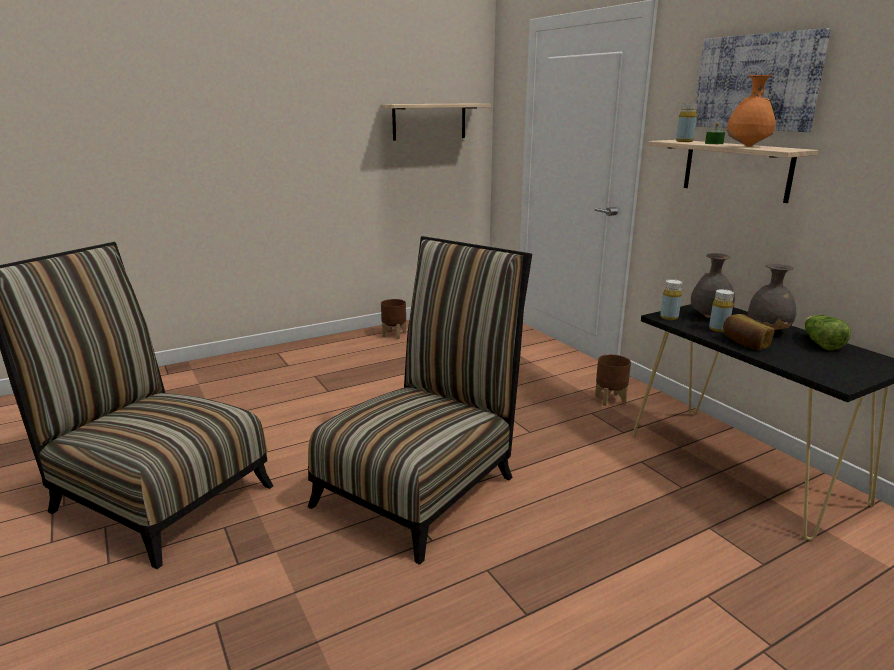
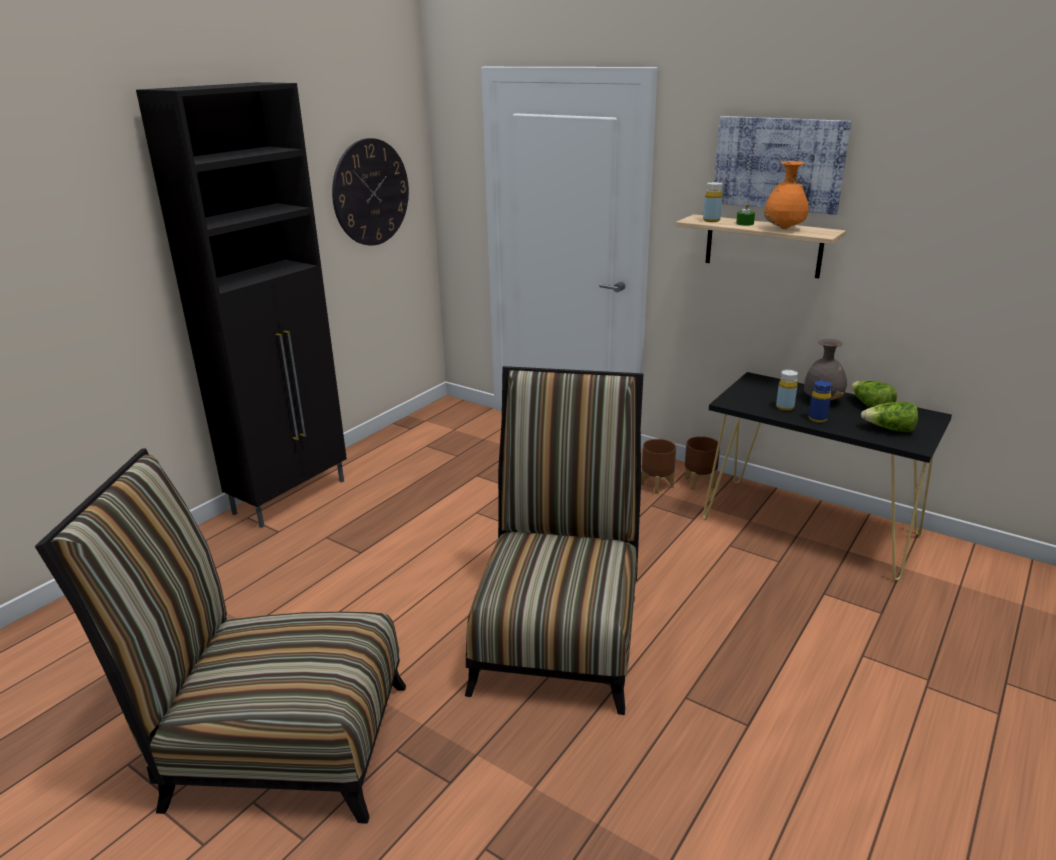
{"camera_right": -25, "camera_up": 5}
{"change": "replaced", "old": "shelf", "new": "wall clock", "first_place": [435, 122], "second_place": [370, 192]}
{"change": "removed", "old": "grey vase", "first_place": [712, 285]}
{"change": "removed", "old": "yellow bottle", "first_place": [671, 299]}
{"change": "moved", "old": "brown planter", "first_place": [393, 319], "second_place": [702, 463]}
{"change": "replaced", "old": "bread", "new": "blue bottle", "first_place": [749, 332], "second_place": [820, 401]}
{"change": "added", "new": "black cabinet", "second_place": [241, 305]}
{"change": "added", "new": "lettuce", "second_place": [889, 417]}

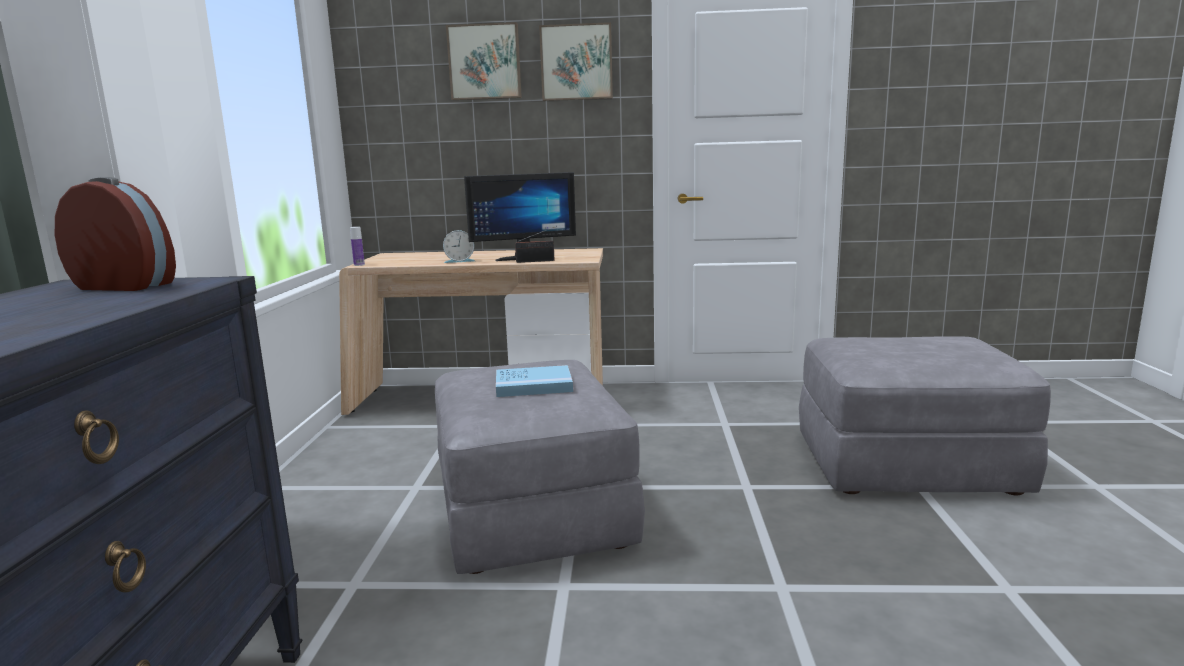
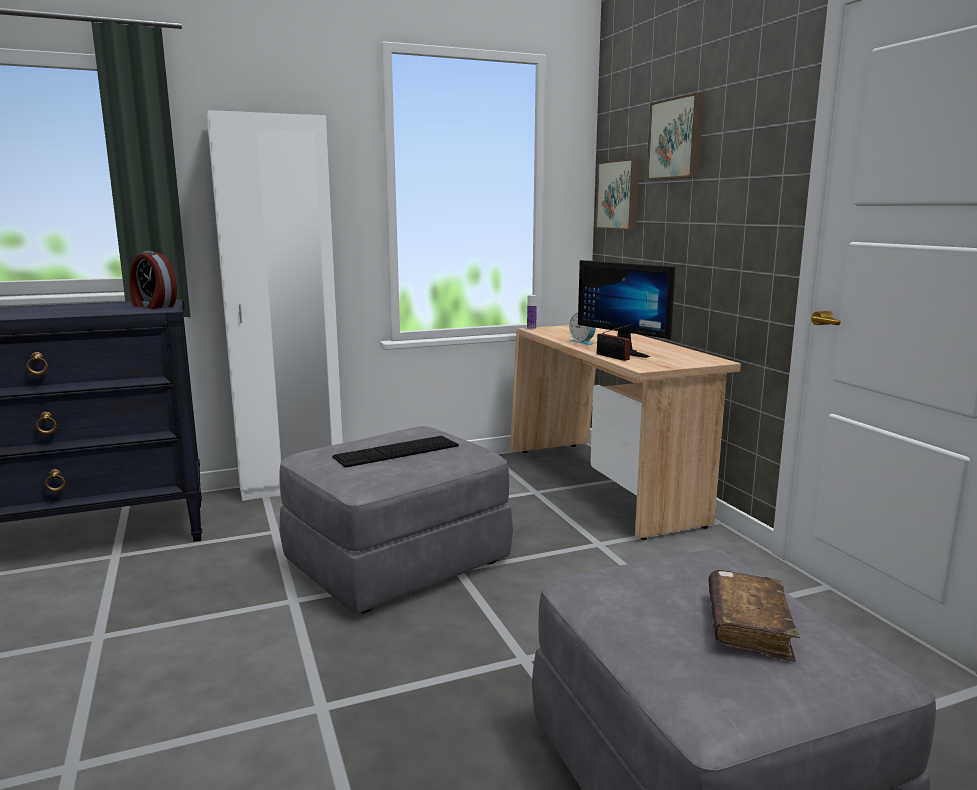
{"camera_right": 65, "camera_up": 0}
{"change": "moved", "old": "picture", "first_place": [576, 61], "second_place": [617, 194]}
{"change": "turned", "old": "alarm clock", "first_place": [115, 234], "second_place": [153, 280], "degrees": 135}
{"change": "replaced", "old": "blue book", "new": "keyboard", "first_place": [534, 381], "second_place": [395, 452]}
{"change": "added", "new": "brown book", "second_place": [754, 616]}

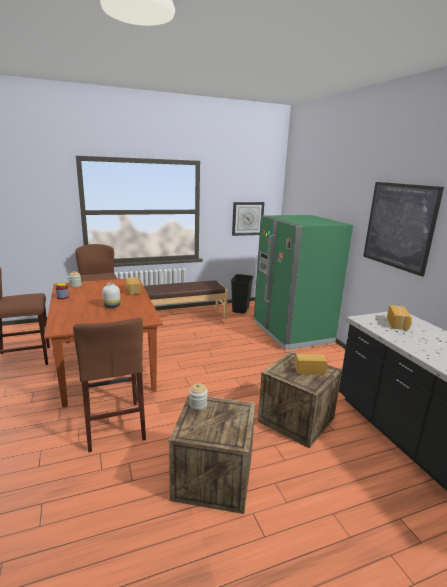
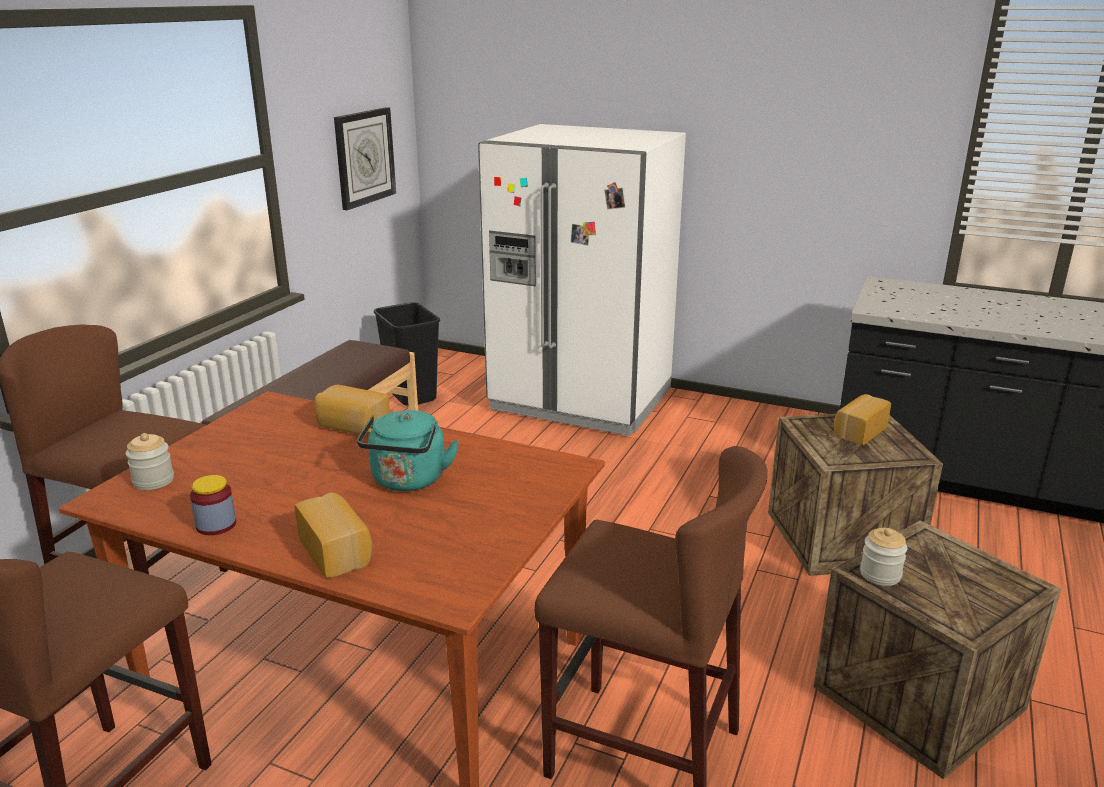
{"camera_right": -45, "camera_up": 5}
{"change": "removed", "old": "picture", "first_place": [403, 229]}
{"change": "recoloured", "old": "green fridge", "new": "white fridge", "first_place": [303, 282], "second_place": [582, 280]}
{"change": "replaced", "old": "white vase", "new": "turquoise kettle", "first_place": [111, 295], "second_place": [408, 450]}
{"change": "moved", "old": "bread", "first_place": [399, 317], "second_place": [333, 535]}

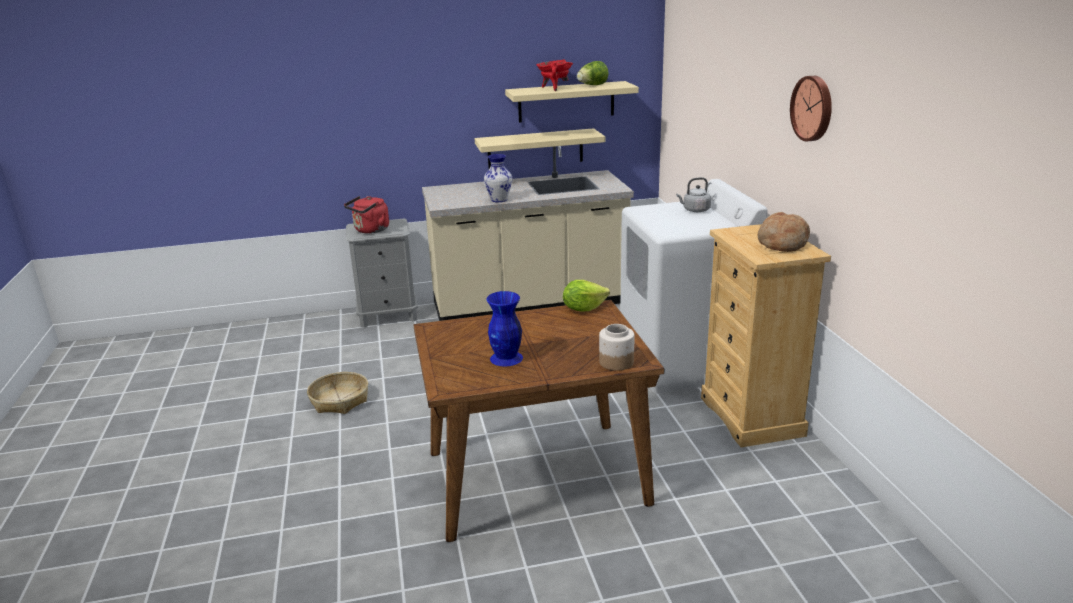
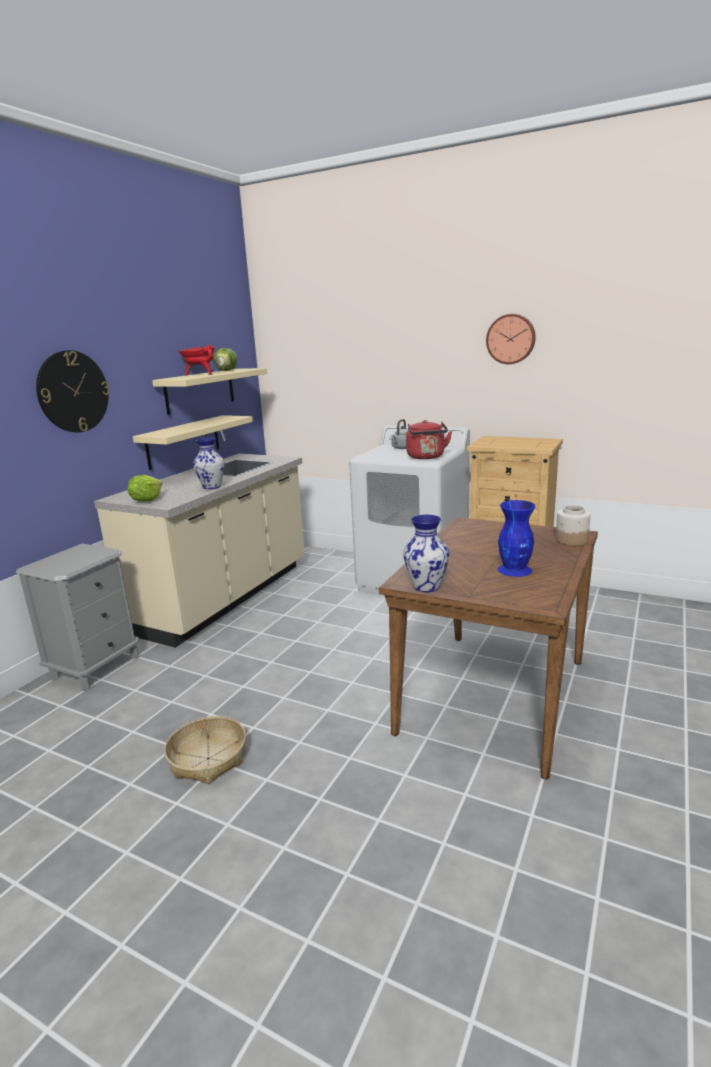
{"camera_right": -50, "camera_up": -5}
{"change": "moved", "old": "red kettle", "first_place": [366, 215], "second_place": [429, 439]}
{"change": "removed", "old": "bread", "first_place": [784, 232]}
{"change": "moved", "old": "lettuce", "first_place": [586, 296], "second_place": [144, 488]}
{"change": "added", "new": "wall clock", "second_place": [73, 391]}
{"change": "added", "new": "vase", "second_place": [426, 553]}

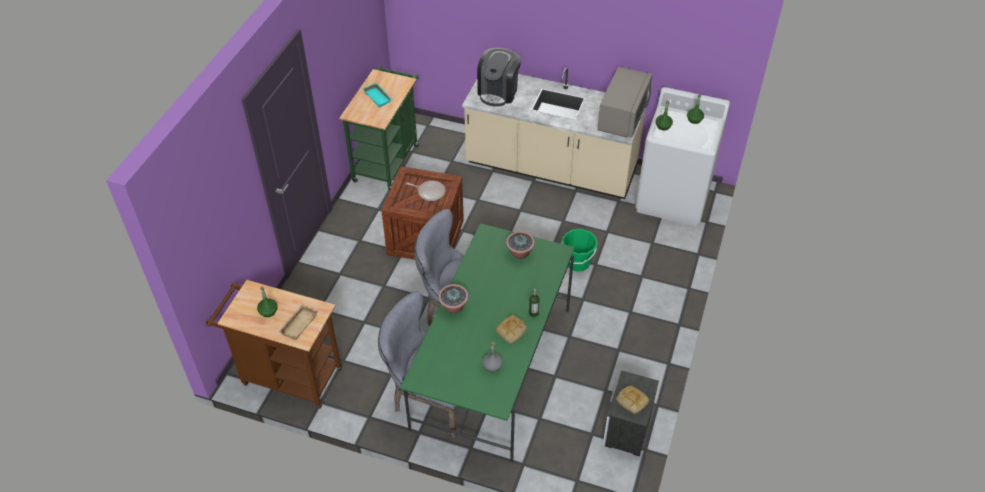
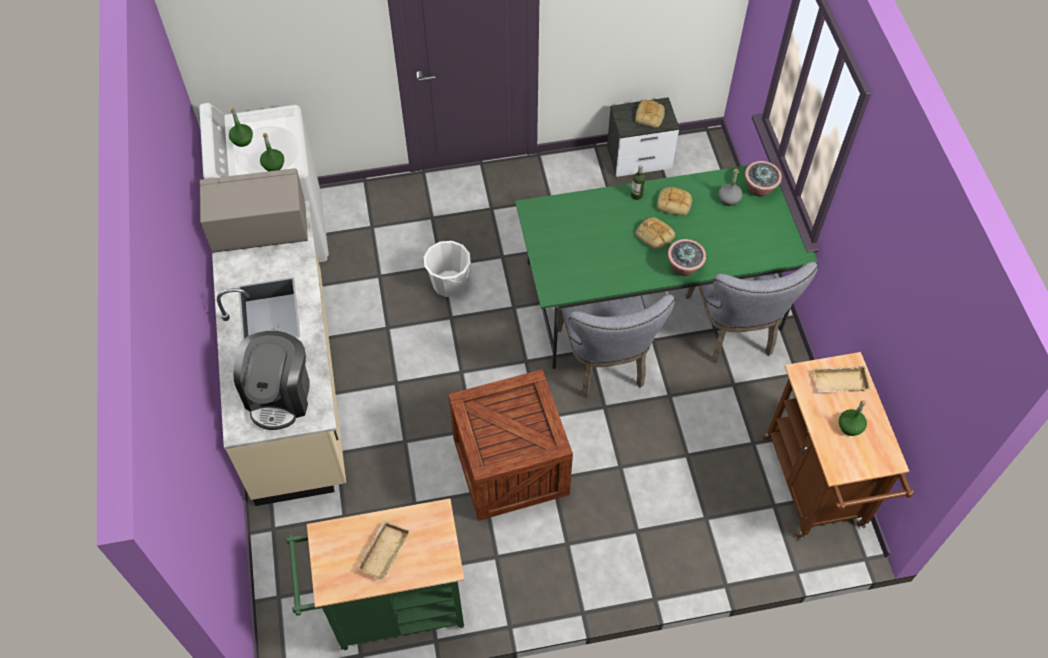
{"camera_right": -120, "camera_up": 10}
{"change": "turned", "old": "coffee machine", "first_place": [499, 77], "second_place": [272, 380], "degrees": 105}
{"change": "recoloured", "old": "turquoise tray", "new": "beige tray", "first_place": [377, 95], "second_place": [383, 550]}
{"change": "removed", "old": "frying pan", "first_place": [425, 191]}
{"change": "recoloured", "old": "green bucket", "new": "white bucket", "first_place": [579, 250], "second_place": [447, 269]}
{"change": "moved", "old": "potted plant", "first_place": [520, 245], "second_place": [763, 179]}
{"change": "added", "new": "bread", "second_place": [655, 233]}

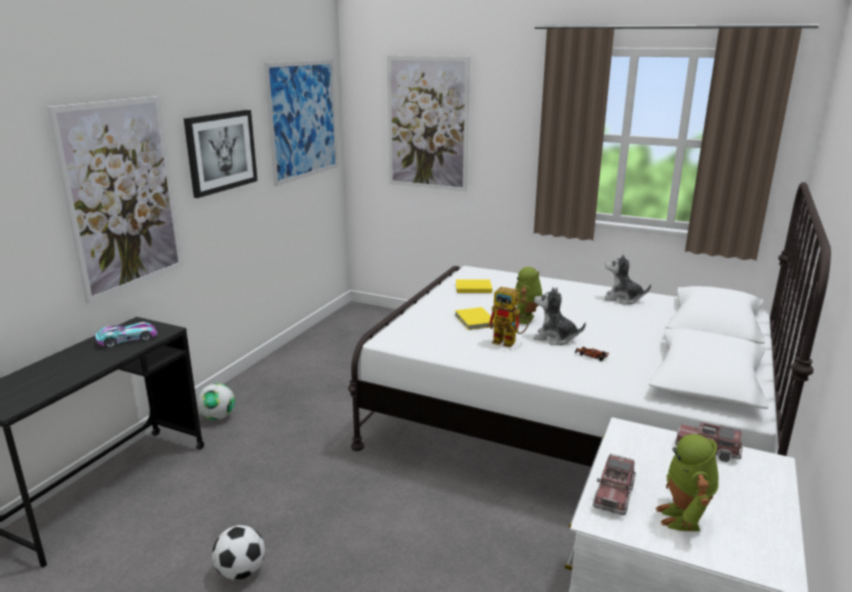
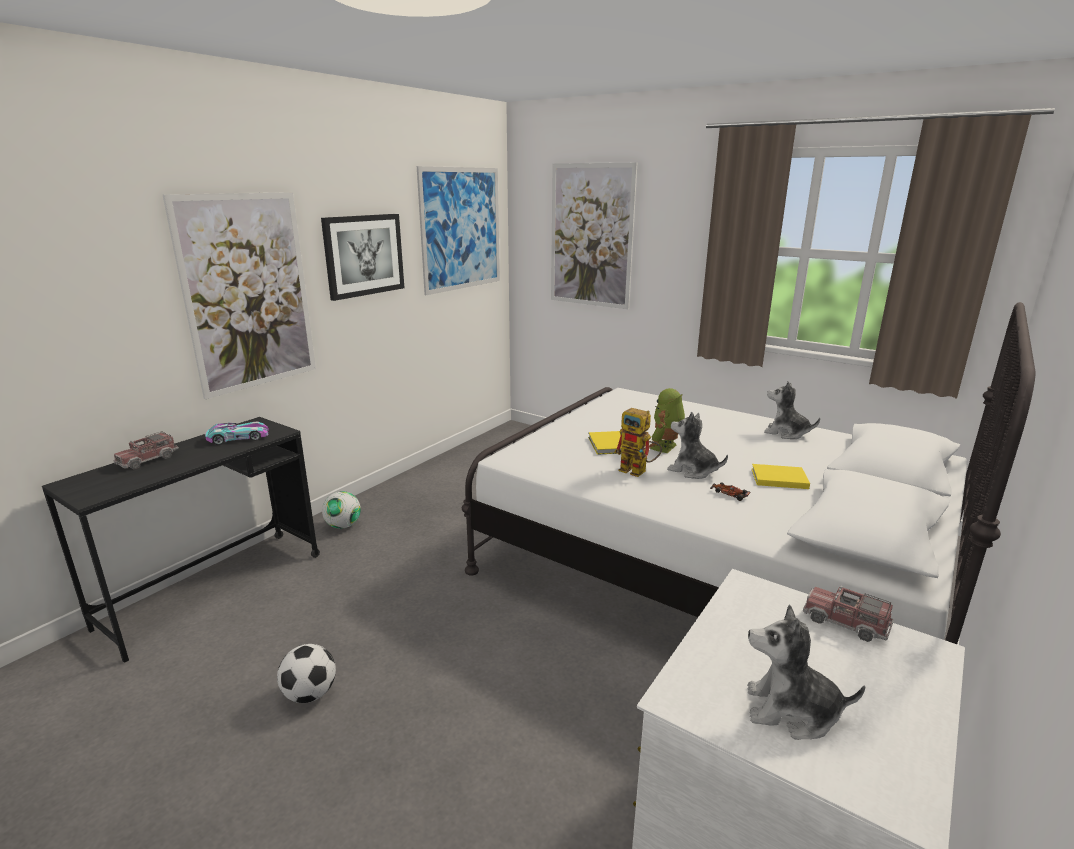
{"camera_right": 10, "camera_up": 0}
{"change": "moved", "old": "yellow book", "first_place": [474, 286], "second_place": [781, 476]}
{"change": "replaced", "old": "toy robot", "new": "plush toy", "first_place": [687, 482], "second_place": [806, 672]}
{"change": "moved", "old": "toy truck", "first_place": [614, 485], "second_place": [146, 450]}

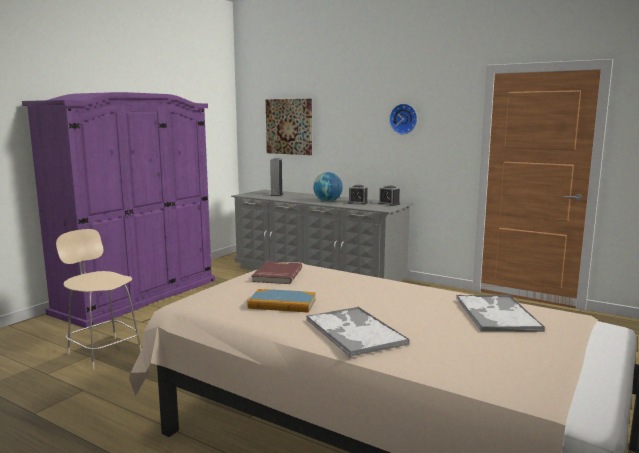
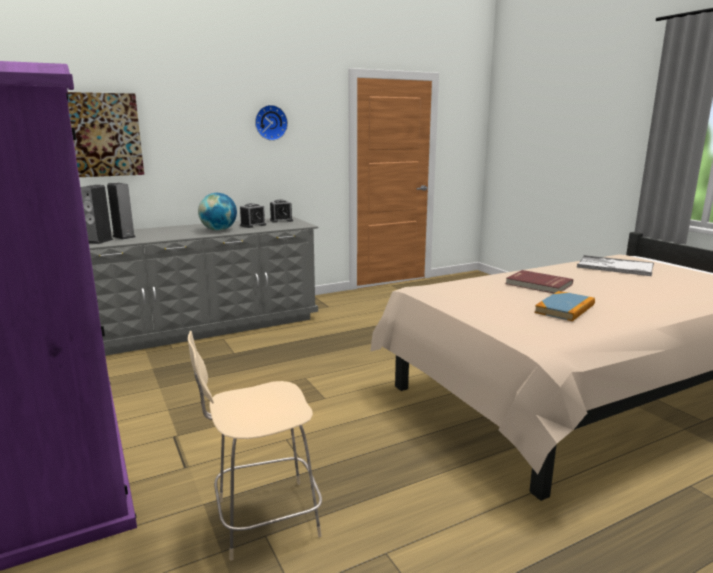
{"camera_right": -60, "camera_up": 5}
{"change": "moved", "old": "red book", "first_place": [277, 273], "second_place": [539, 281]}
{"change": "removed", "old": "tray", "first_place": [358, 332]}
{"change": "added", "new": "speaker", "second_place": [97, 214]}

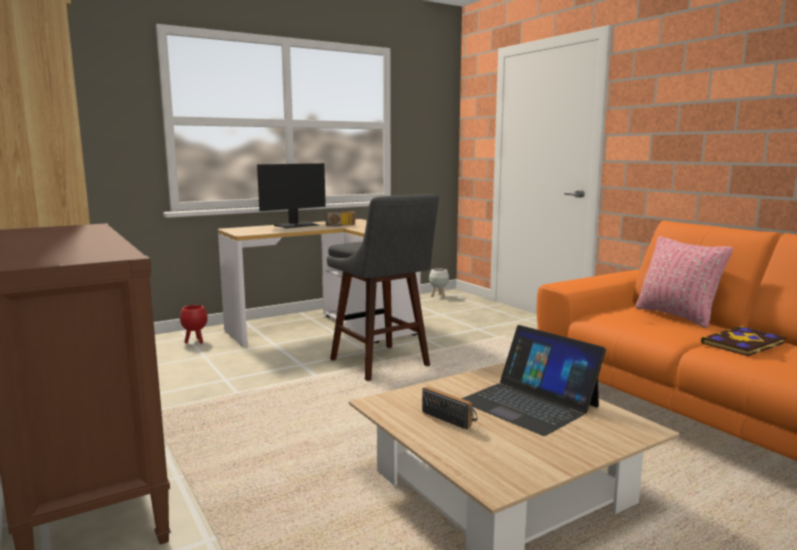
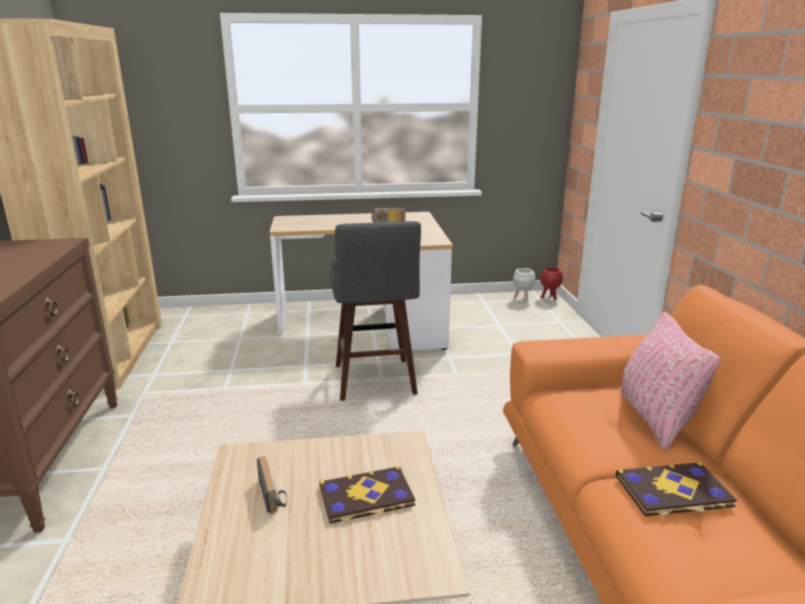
{"camera_right": 25, "camera_up": 10}
{"change": "removed", "old": "monitor", "first_place": [291, 195]}
{"change": "moved", "old": "red planter", "first_place": [194, 324], "second_place": [551, 283]}
{"change": "replaced", "old": "laptop", "new": "book", "first_place": [533, 380], "second_place": [367, 495]}

